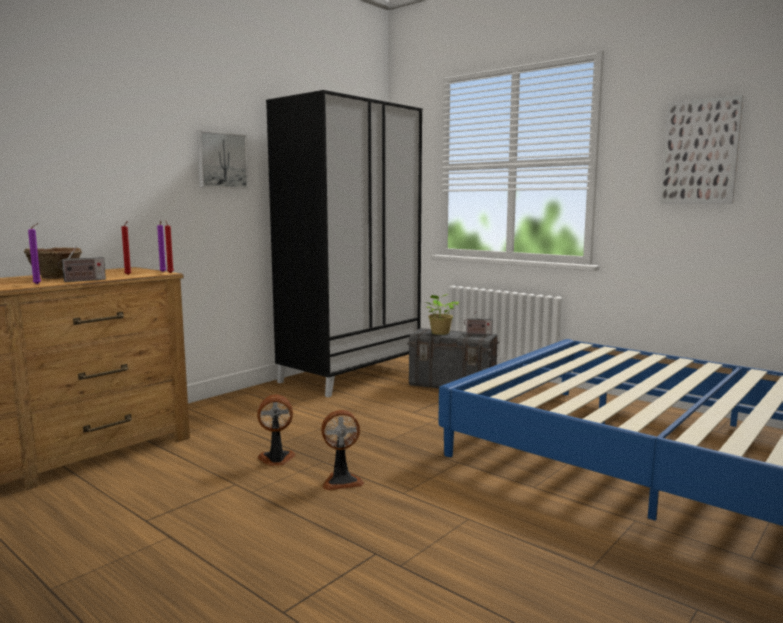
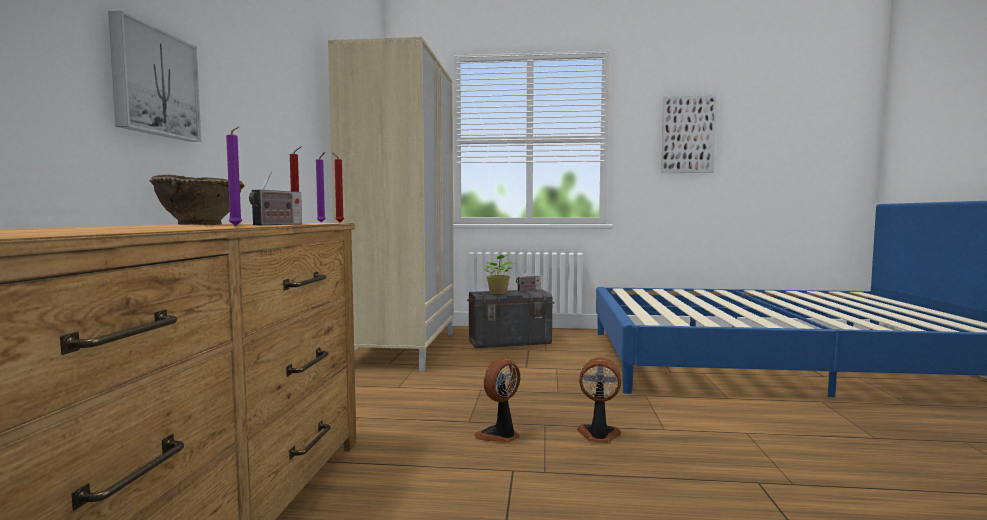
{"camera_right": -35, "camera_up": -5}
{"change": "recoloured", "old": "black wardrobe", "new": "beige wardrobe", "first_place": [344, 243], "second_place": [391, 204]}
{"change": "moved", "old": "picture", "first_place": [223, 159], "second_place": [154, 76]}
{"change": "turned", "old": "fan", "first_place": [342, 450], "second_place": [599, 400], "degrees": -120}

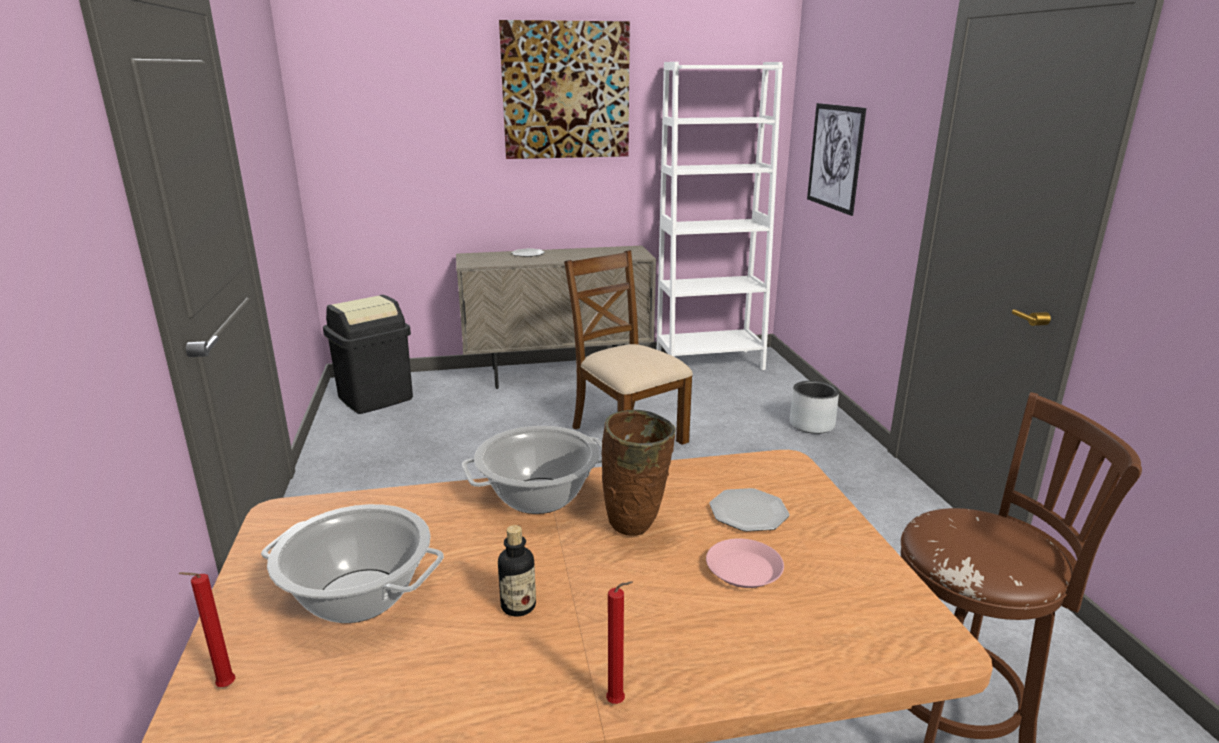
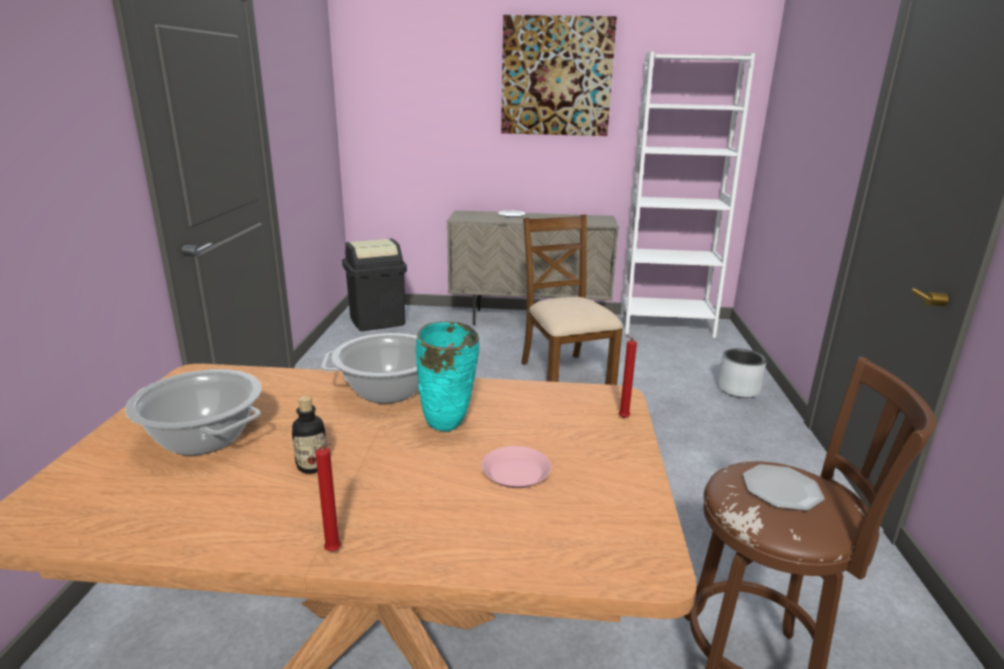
{"camera_right": 15, "camera_up": 0}
{"change": "removed", "old": "picture", "first_place": [836, 159]}
{"change": "recoloured", "old": "brown vase", "new": "turquoise vase", "first_place": [639, 473], "second_place": [447, 376]}
{"change": "moved", "old": "plate", "first_place": [749, 510], "second_place": [783, 487]}
{"change": "moved", "old": "red candle", "first_place": [207, 629], "second_place": [628, 376]}

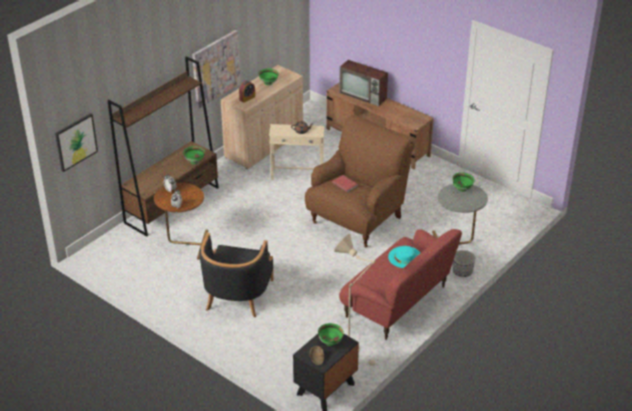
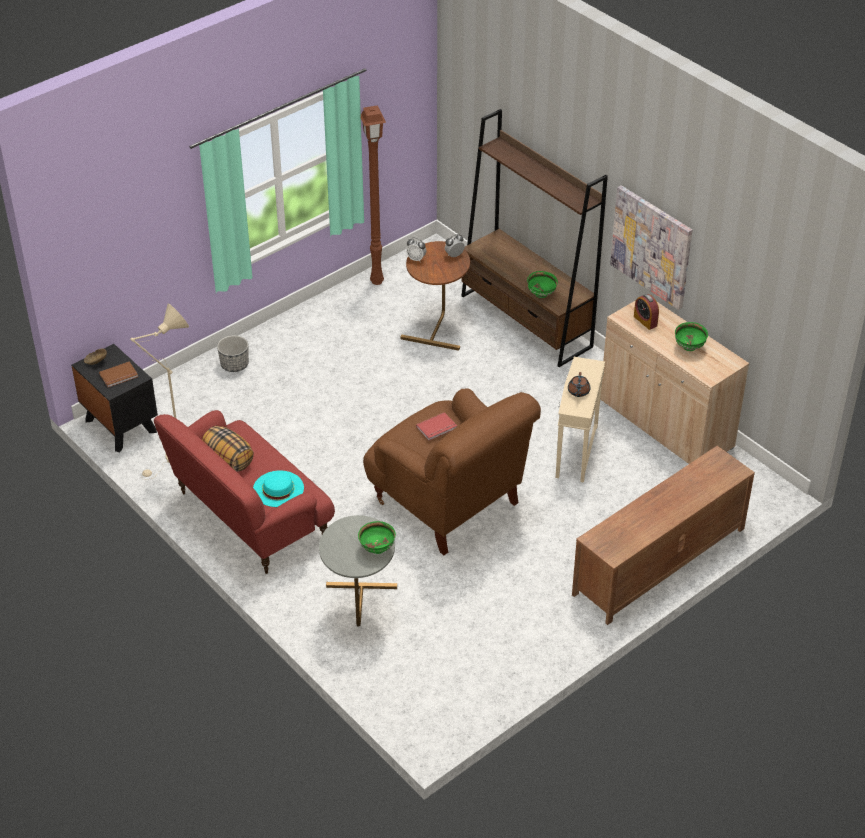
{"camera_right": 100, "camera_up": 5}
{"change": "removed", "old": "television", "first_place": [363, 83]}
{"change": "removed", "old": "picture", "first_place": [76, 142]}
{"change": "removed", "old": "black armchair", "first_place": [236, 275]}
{"change": "moved", "old": "planter", "first_place": [464, 263], "second_place": [233, 353]}
{"change": "replaced", "old": "green bowl", "new": "brown book", "first_place": [331, 334], "second_place": [118, 374]}
{"change": "added", "new": "brown floor lamp", "second_place": [373, 195]}
{"change": "added", "new": "pillow", "second_place": [228, 448]}

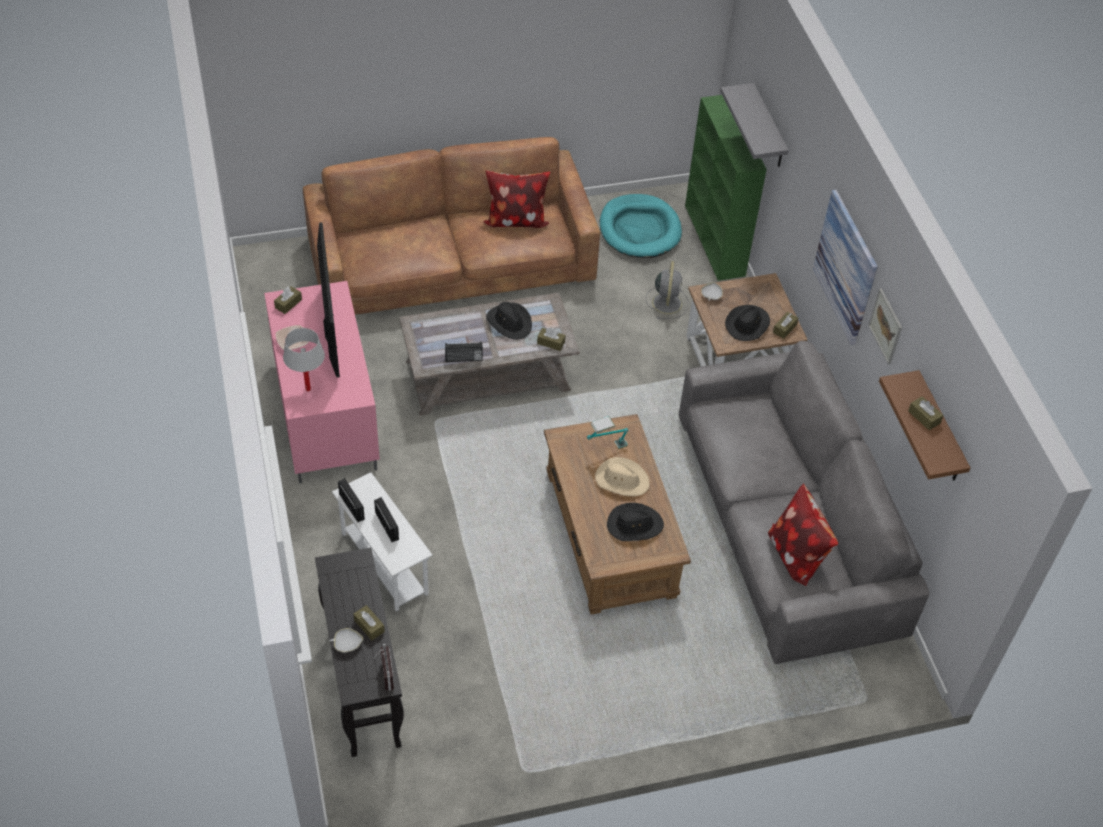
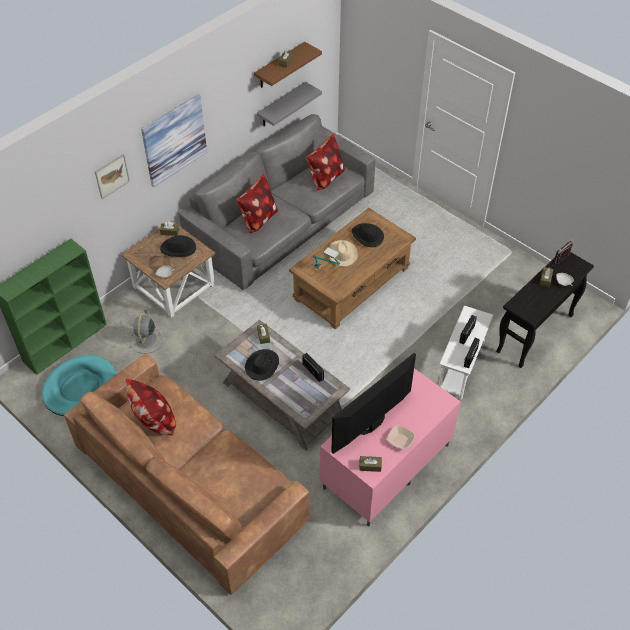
{"camera_right": -120, "camera_up": 0}
{"change": "moved", "old": "grey shelf", "first_place": [754, 125], "second_place": [289, 104]}
{"change": "turned", "old": "grey fan", "first_place": [667, 290], "second_place": [146, 331], "degrees": -60}
{"change": "moved", "old": "picture", "first_place": [885, 326], "second_place": [112, 176]}
{"change": "removed", "old": "white table lamp", "first_place": [304, 359]}
{"change": "added", "new": "pillow", "second_place": [257, 203]}

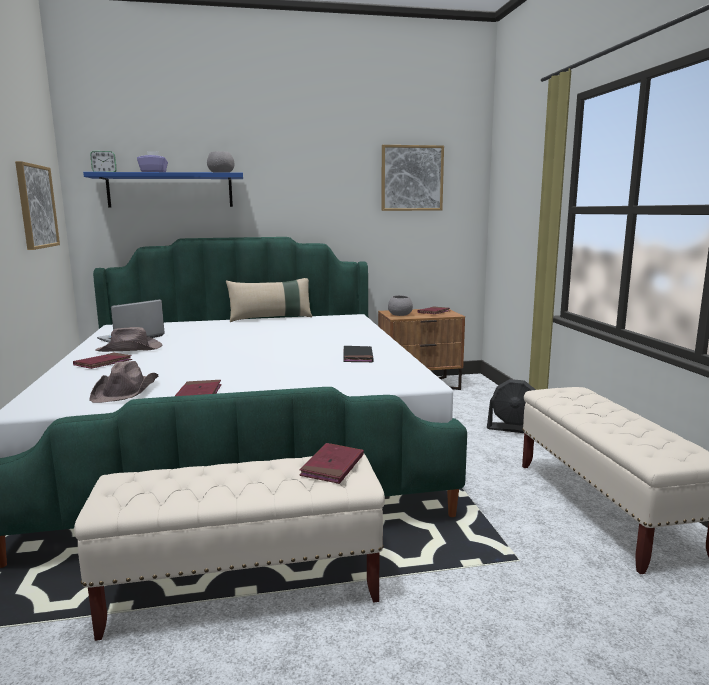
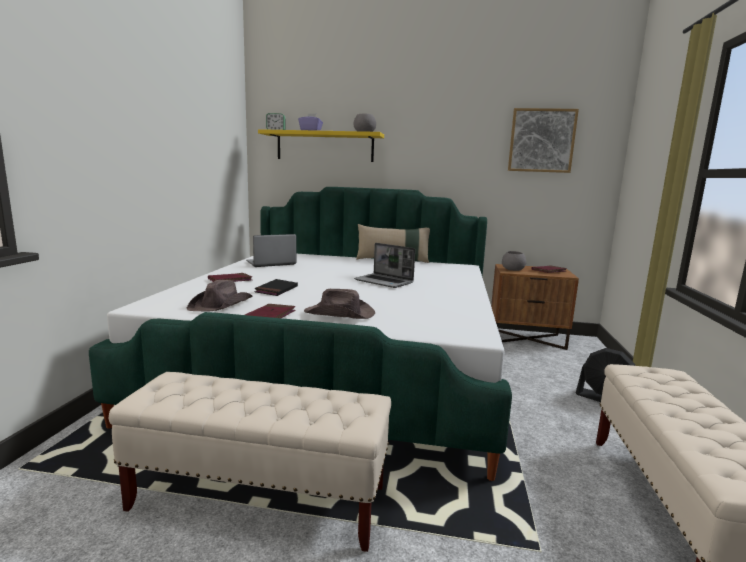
{"camera_right": 20, "camera_up": 0}
{"change": "removed", "old": "picture", "first_place": [37, 205]}
{"change": "recoloured", "old": "blue shelf", "new": "yellow shelf", "first_place": [163, 190], "second_place": [321, 145]}
{"change": "moved", "old": "brown hat", "first_place": [129, 339], "second_place": [339, 304]}
{"change": "moved", "old": "black book", "first_place": [358, 354], "second_place": [276, 287]}
{"change": "removed", "old": "red book", "first_place": [332, 463]}
{"change": "added", "new": "laptop", "second_place": [384, 265]}

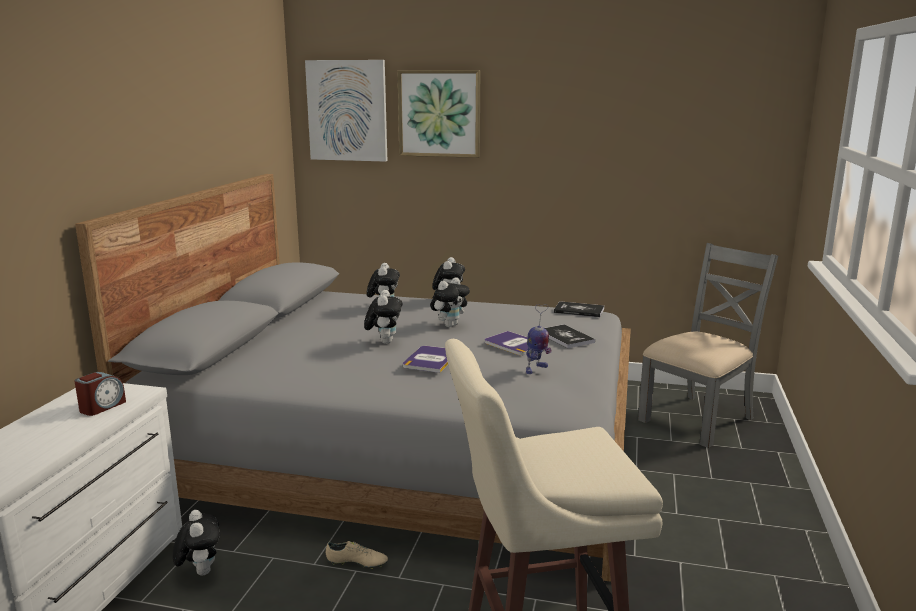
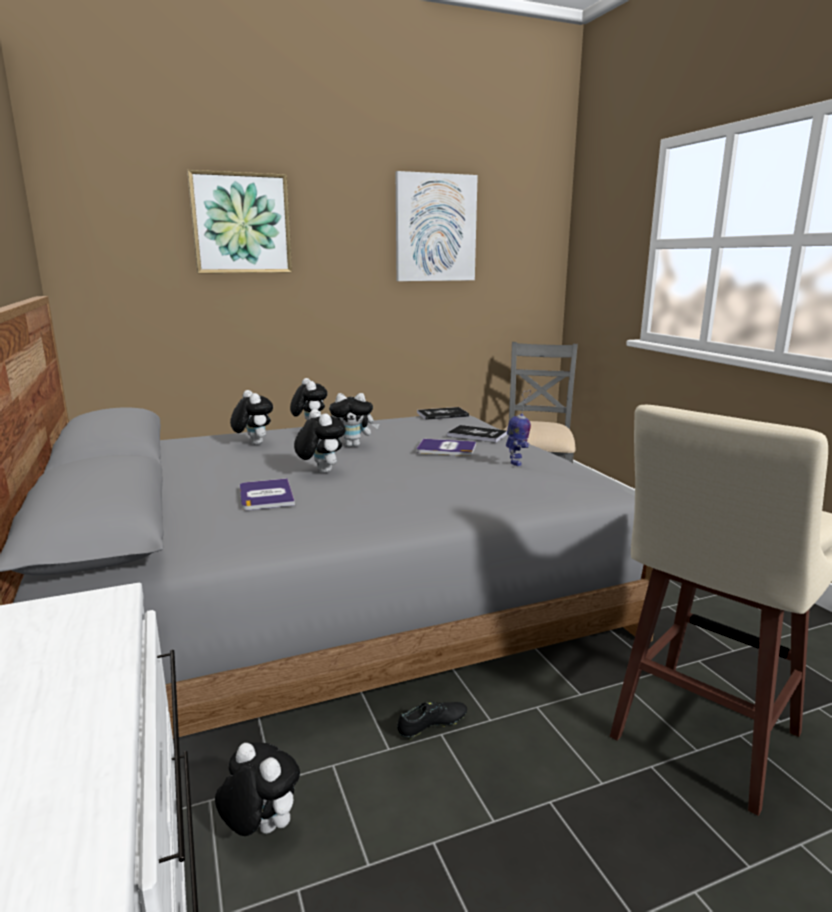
{"camera_right": -35, "camera_up": 0}
{"change": "moved", "old": "picture", "first_place": [346, 111], "second_place": [437, 226]}
{"change": "turned", "old": "plush toy", "first_place": [450, 302], "second_place": [354, 420], "degrees": 75}
{"change": "moved", "old": "book", "first_place": [425, 359], "second_place": [267, 494]}
{"change": "removed", "old": "alarm clock", "first_place": [100, 394]}
{"change": "recoloured", "old": "beige shoe", "new": "black shoe", "first_place": [357, 555], "second_place": [432, 721]}

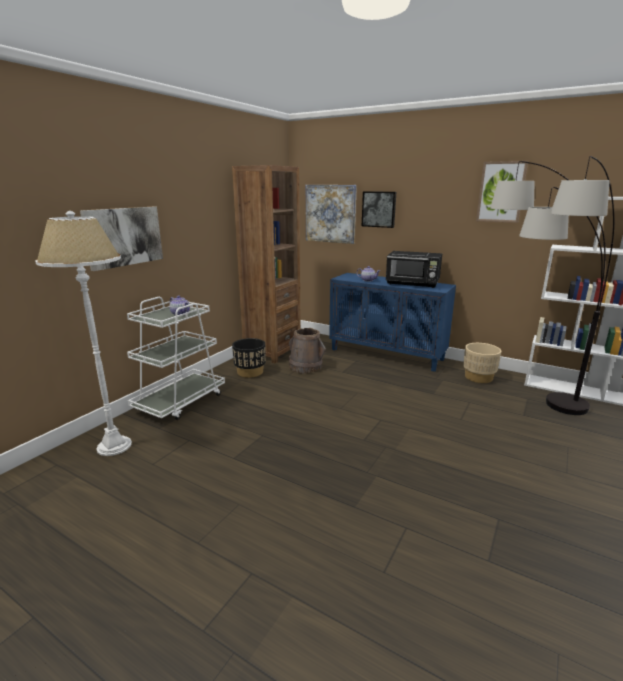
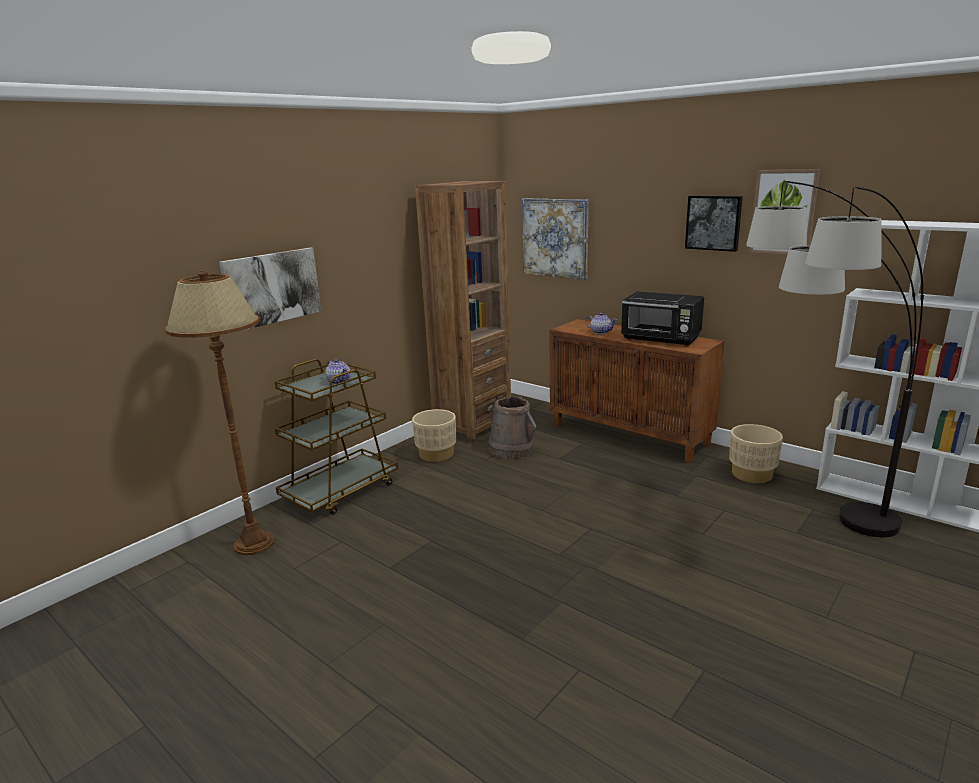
{"camera_right": 10, "camera_up": 0}
{"change": "moved", "old": "picture", "first_place": [379, 209], "second_place": [714, 224]}
{"change": "recoloured", "old": "white floor lamp", "new": "brown floor lamp", "first_place": [83, 333], "second_place": [220, 412]}
{"change": "recoloured", "old": "blue cabinet", "new": "brown cabinet", "first_place": [392, 322], "second_place": [636, 391]}
{"change": "recoloured", "old": "white cart", "new": "brown cart", "first_place": [176, 358], "second_place": [336, 437]}
{"change": "recoloured", "old": "black planter", "new": "beige planter", "first_place": [249, 358], "second_place": [434, 435]}

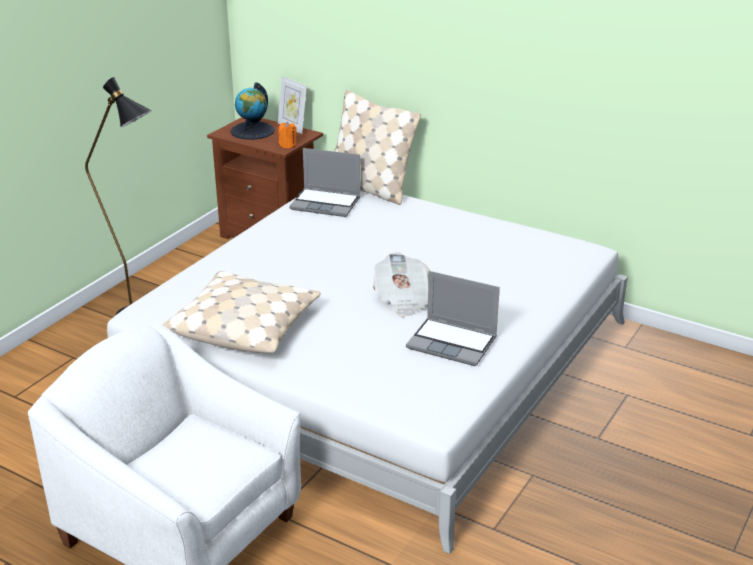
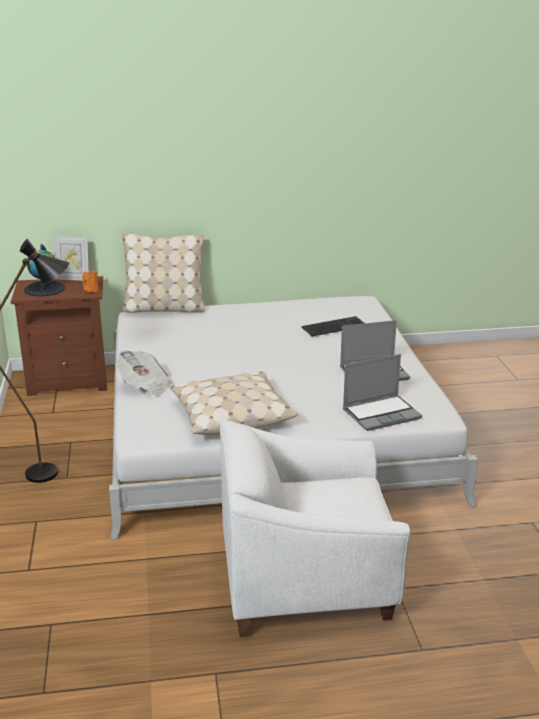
{"camera_right": -40, "camera_up": -5}
{"change": "moved", "old": "laptop", "first_place": [325, 182], "second_place": [382, 392]}
{"change": "moved", "old": "newspaper", "first_place": [401, 284], "second_place": [143, 373]}
{"change": "added", "new": "keyboard", "second_place": [333, 326]}

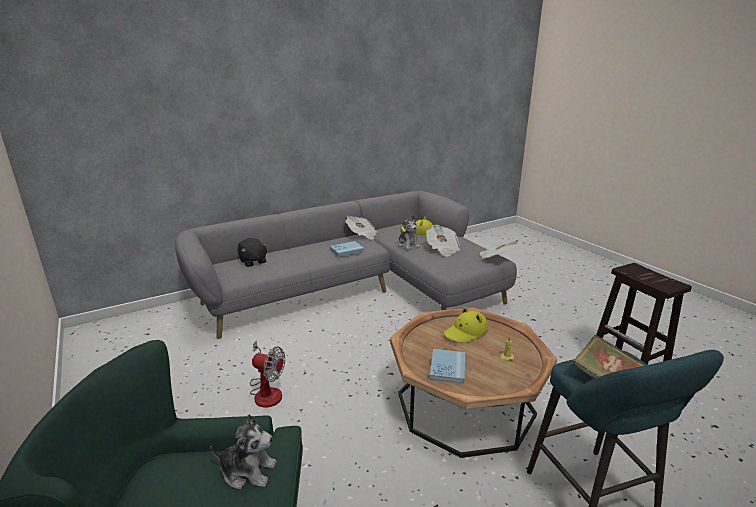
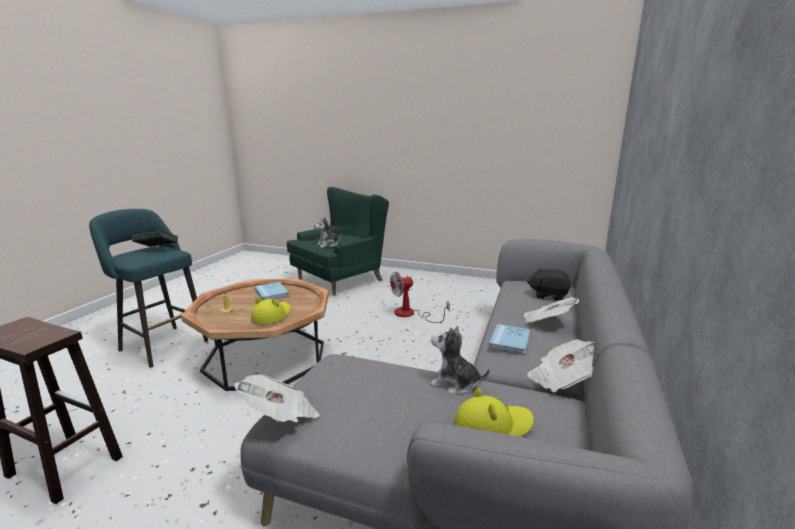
{"camera_right": 140, "camera_up": -5}
{"change": "moved", "old": "newspaper", "first_place": [443, 241], "second_place": [551, 310]}

